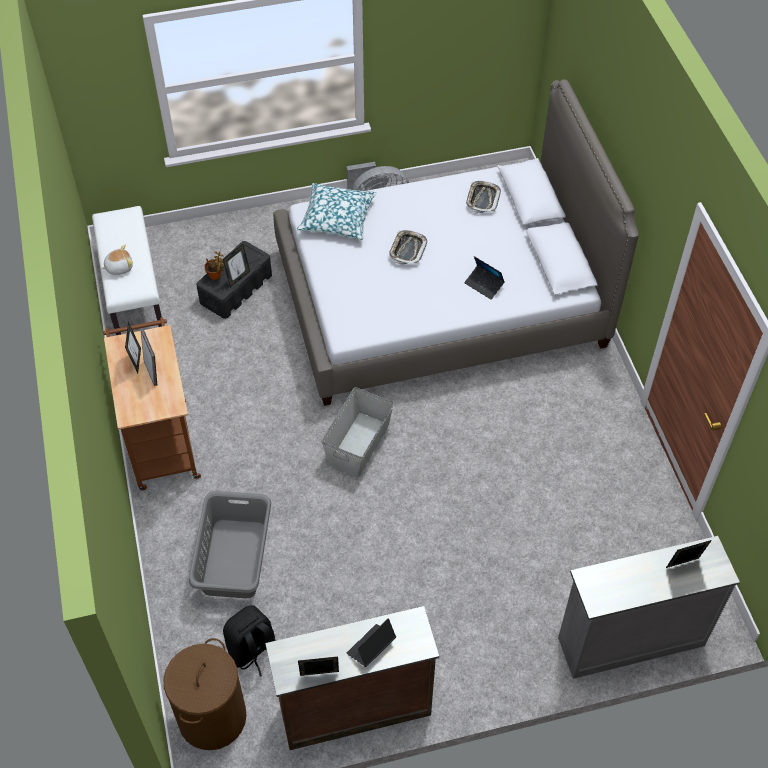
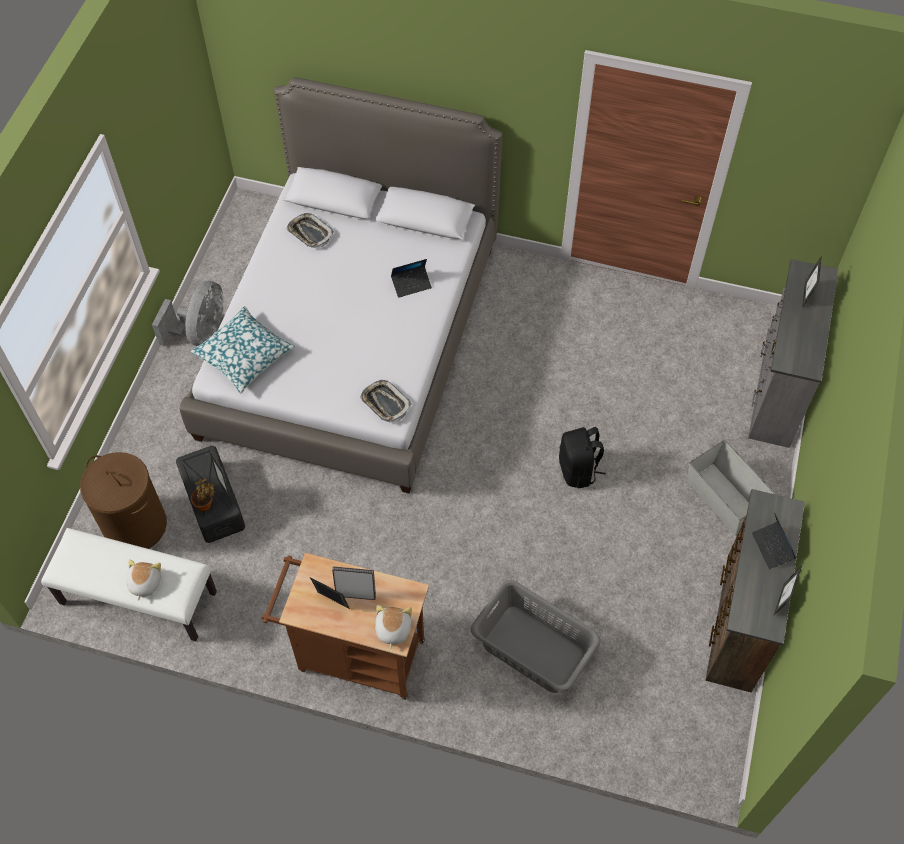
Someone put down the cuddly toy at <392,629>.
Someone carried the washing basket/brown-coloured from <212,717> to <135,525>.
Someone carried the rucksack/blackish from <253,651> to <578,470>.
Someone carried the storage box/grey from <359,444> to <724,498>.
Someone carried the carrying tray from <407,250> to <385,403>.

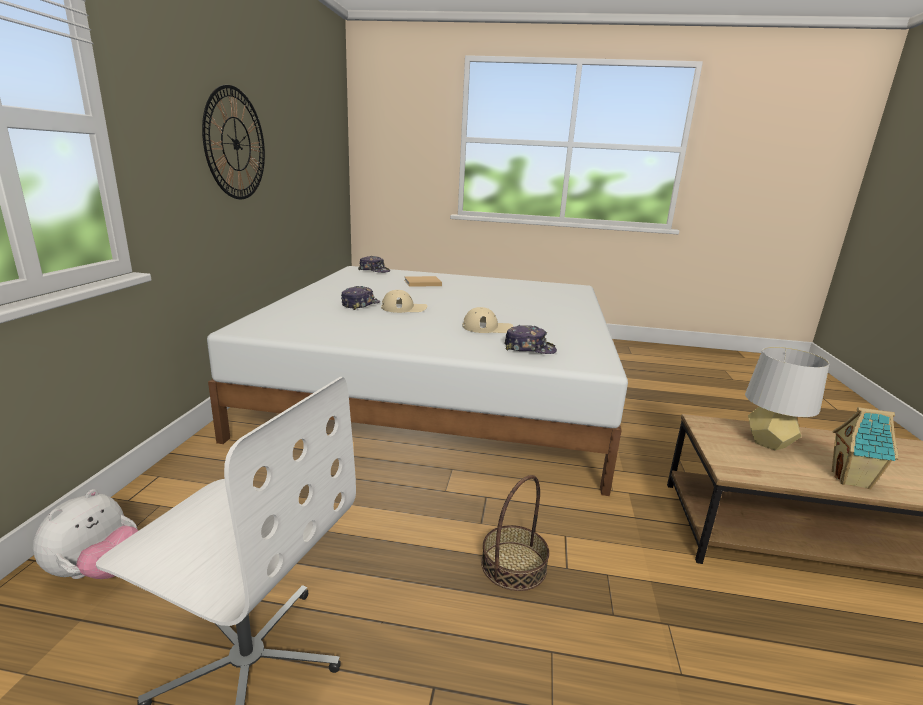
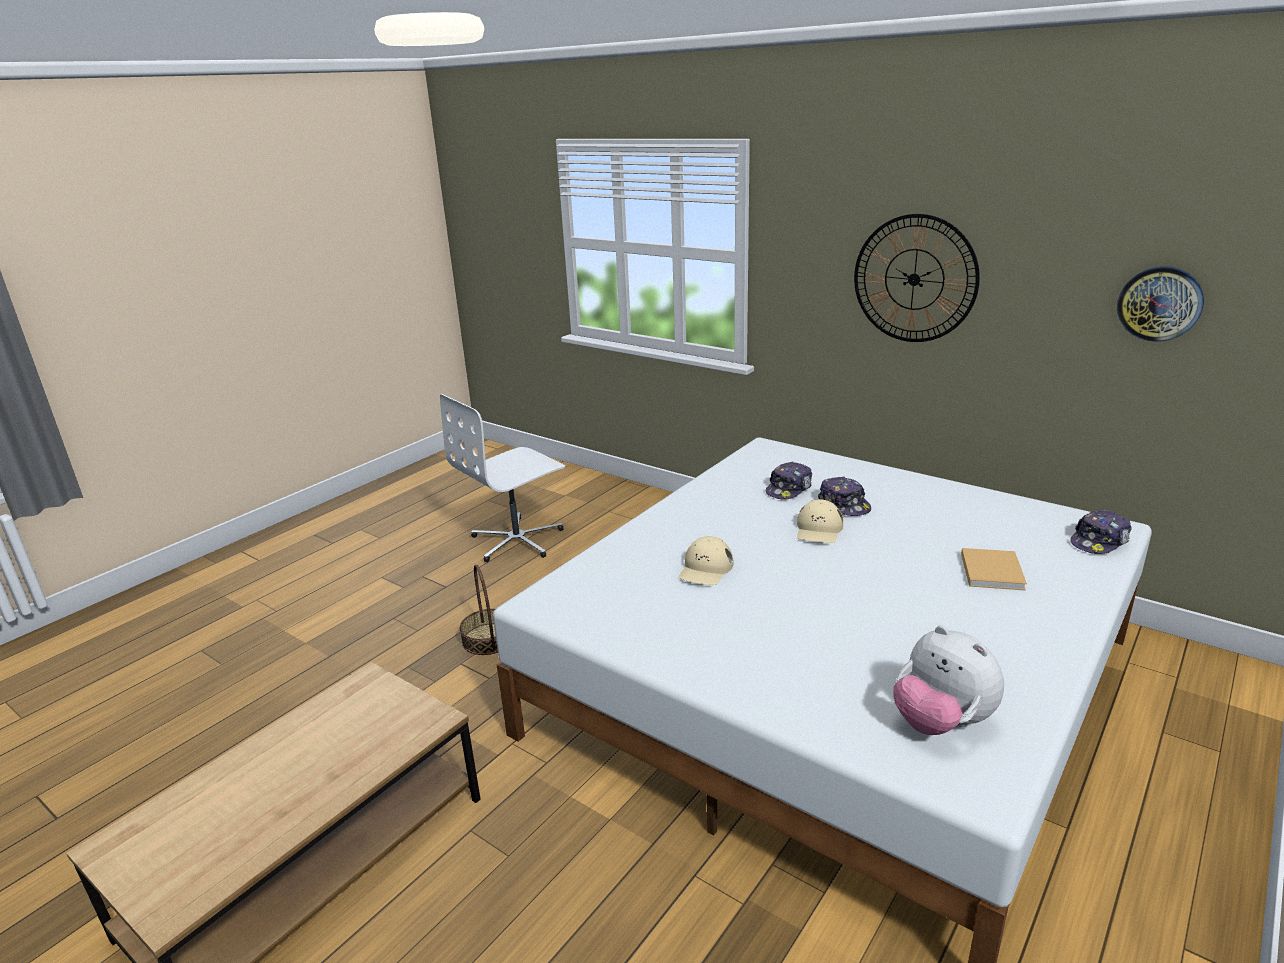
Someone took away the lamp for a table/grey at <769,443>.
Someone took away the model house at <852,480>.
Someone put up the wall clock at <1159,303>.
Someone carried the cuddly toy from <98,571> to <941,722>.
Someone carried the peaked cap from <529,348> to <789,489>.

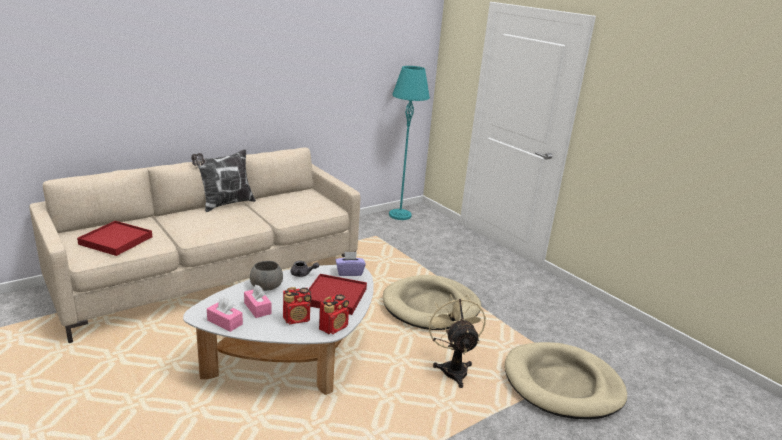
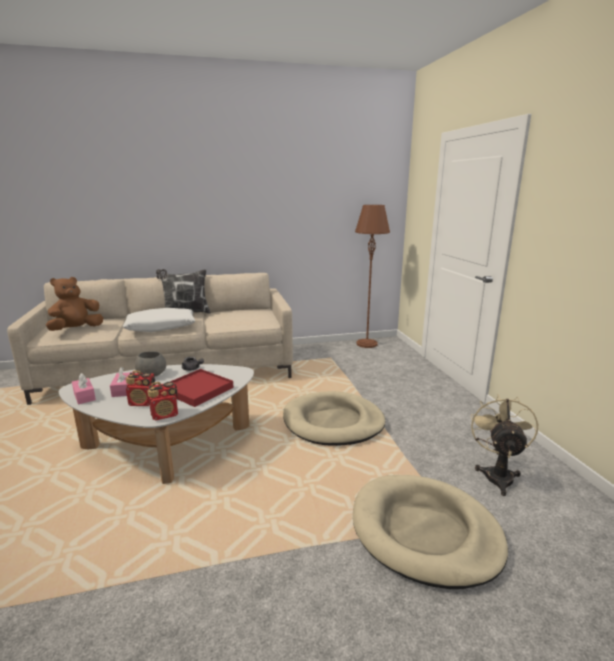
Someone took away the box of tissues/purple-coloured at <349,272>.
Someone put down the throw pillow/white at <161,327>.
Someone carried the fan/beige-coloured from <453,368> to <497,474>.
Someone swapped the carrying tray/reddish at <116,240> for the cuddly toy/brown-coloured at <76,329>.
Someone repainted the floor lamp/turquoise at <400,215>, which became the floor lamp/brown-coloured at <367,344>.

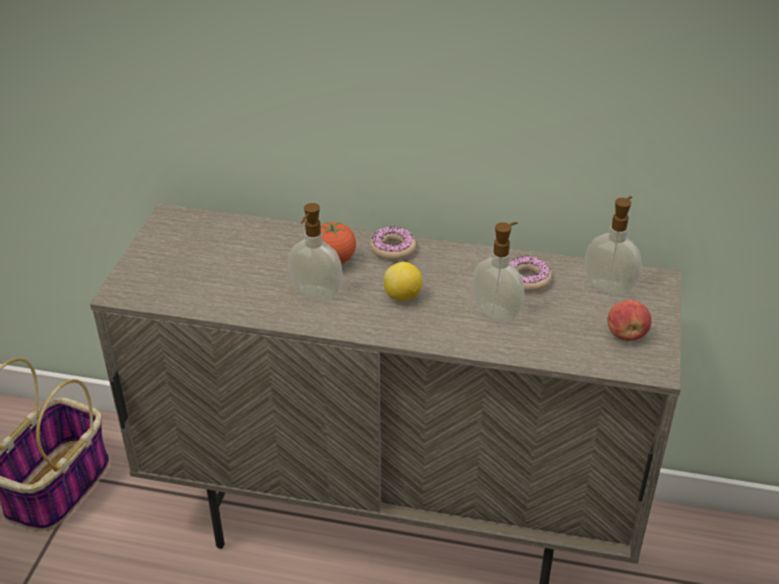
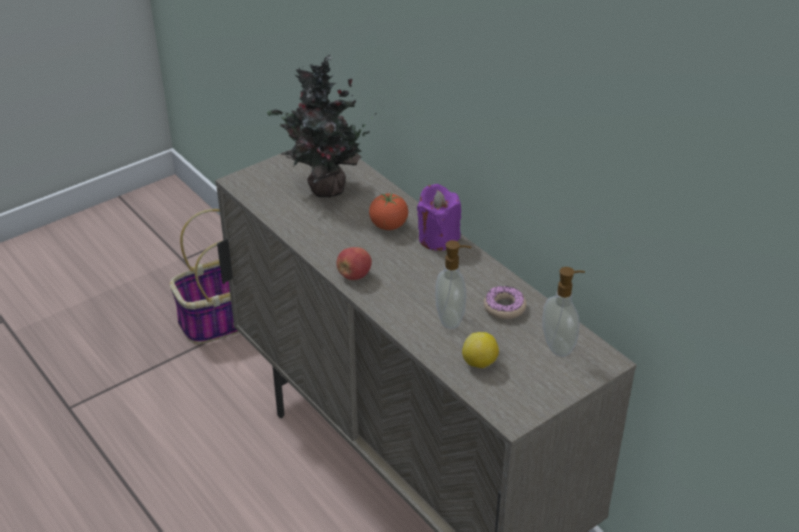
Someone took away the soap dispenser at <315,295>.
Someone put down the houseplant at <323,189>.
Someone carried the lemon from <403,296> to <480,363>.
Someone carried the apple fruit from <626,335> to <354,275>.
Someone swapped the ring doughnut at <393,249> for the wax candle/purple-coloured at <438,238>.

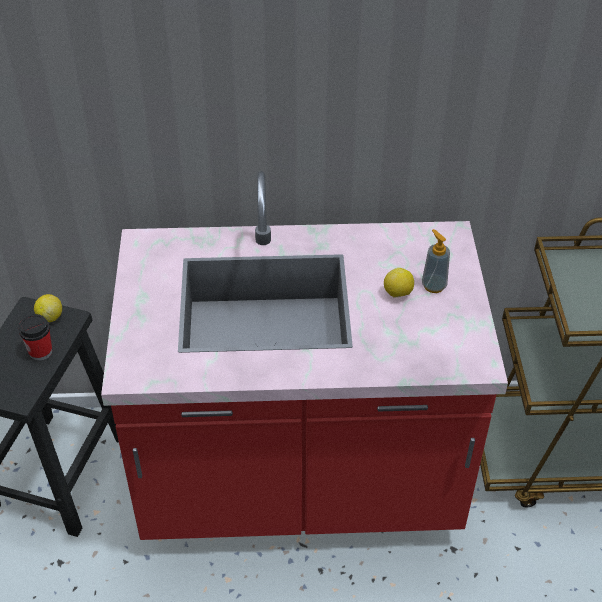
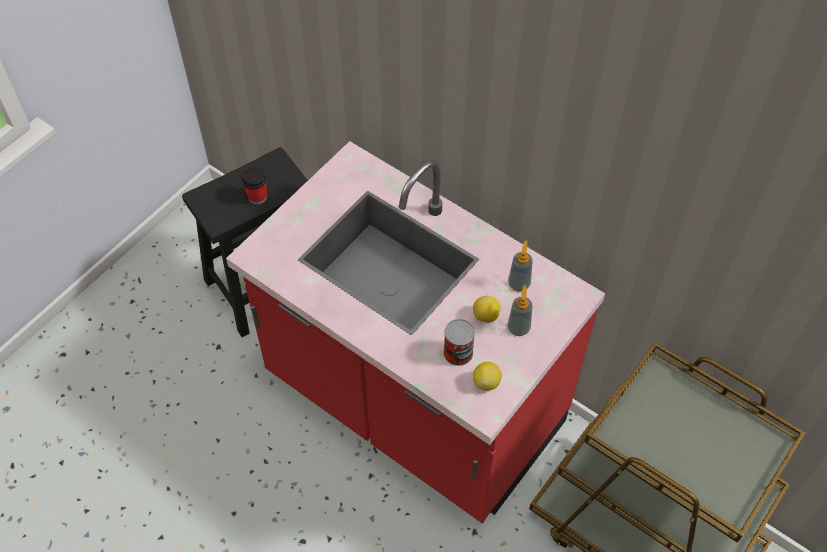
Someone put down the can at <458,352>.
Someone put down the soap dispenser at <519,283>.
Someone carried the lemon from <50,317> to <486,382>.

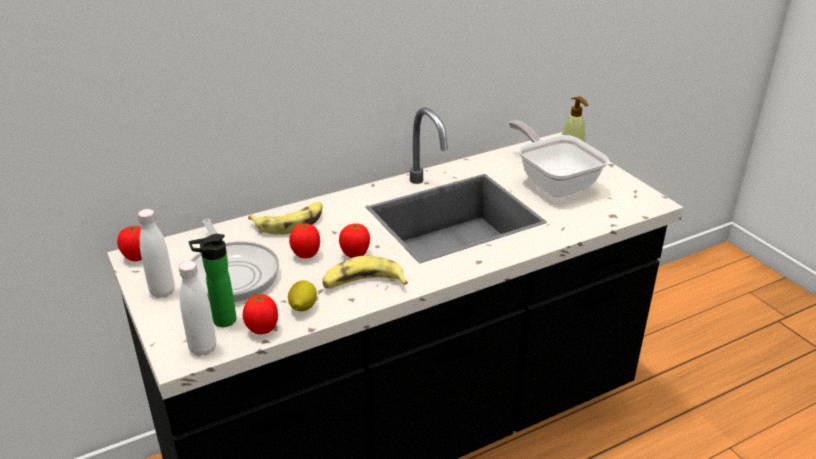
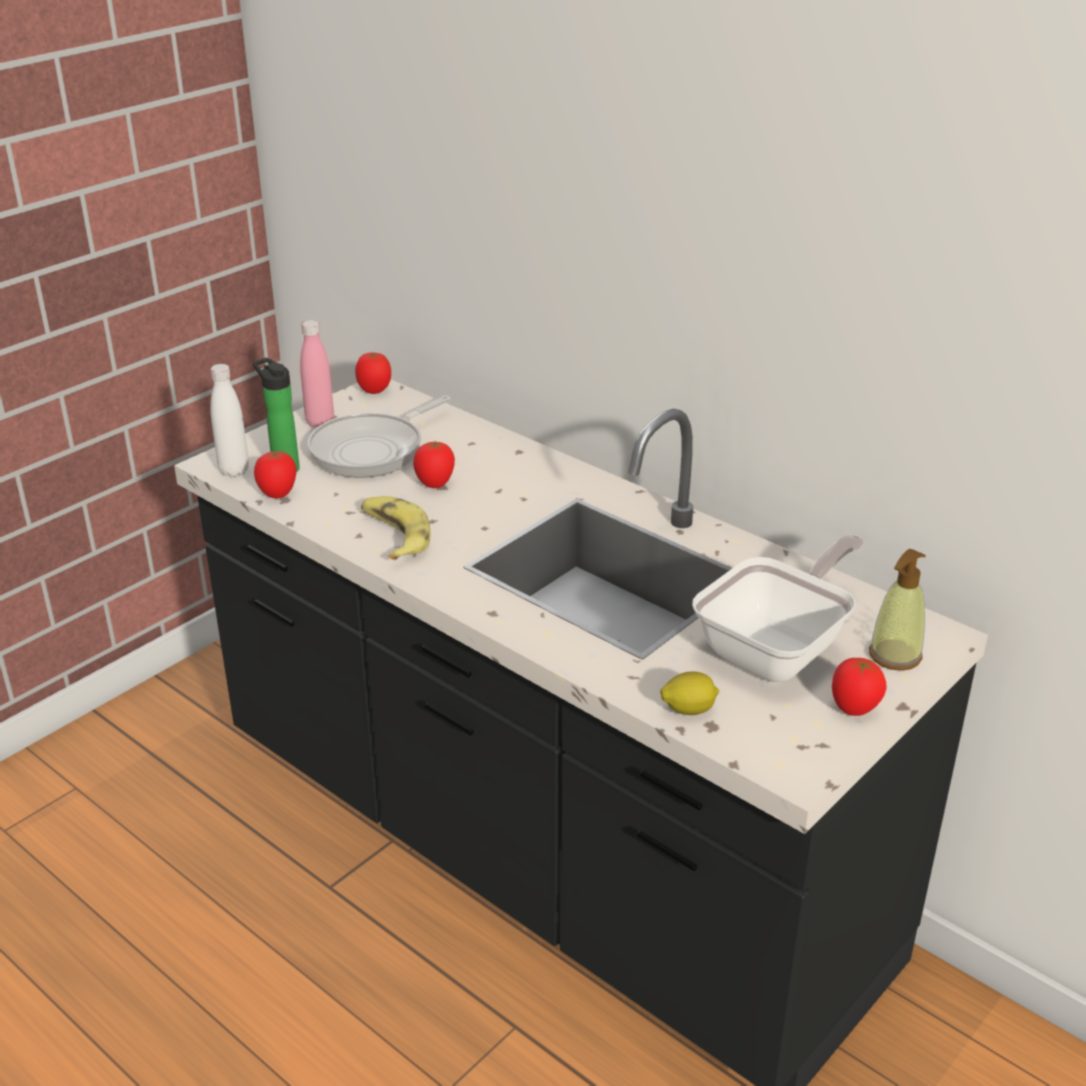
Someone took away the banana at <290,223>.
Someone carried the lemon from <302,307> to <688,710>.
Someone carried the tomato from <355,255> to <854,709>.
Someone repainted the bottle/white at <162,292>, which became the bottle/pink at <320,422>.

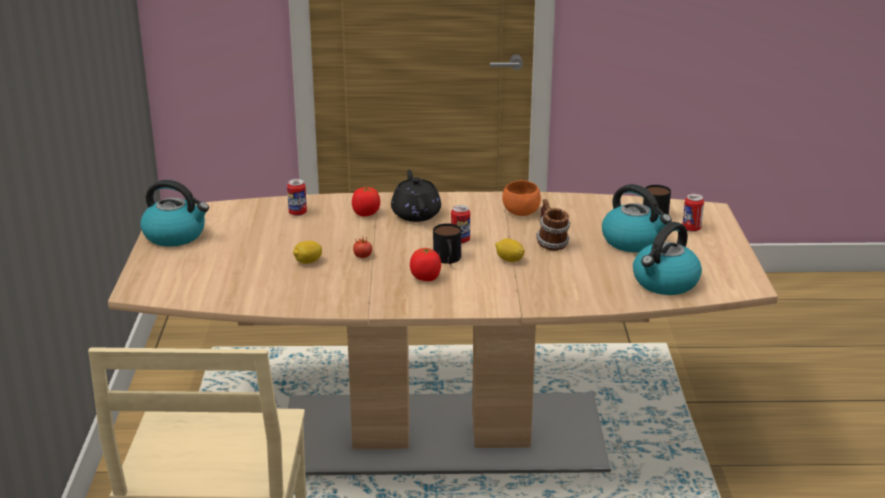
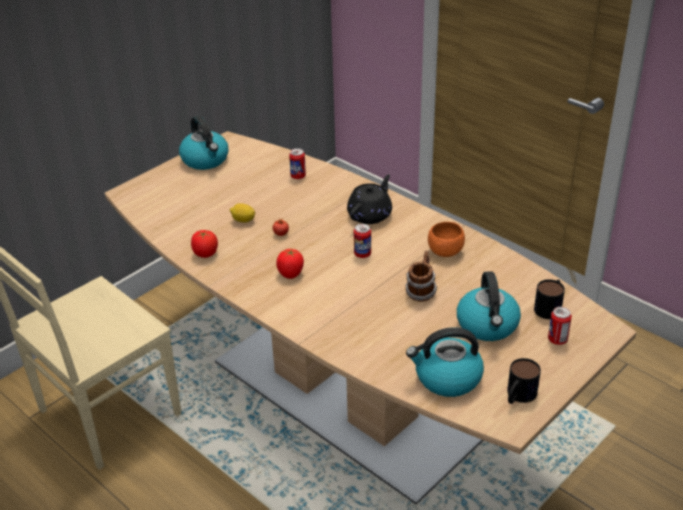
Someone took away the lemon at <509,260>.
Someone carried the tomato from <366,214> to <205,254>.
Someone carried the mug from <448,260> to <518,396>.

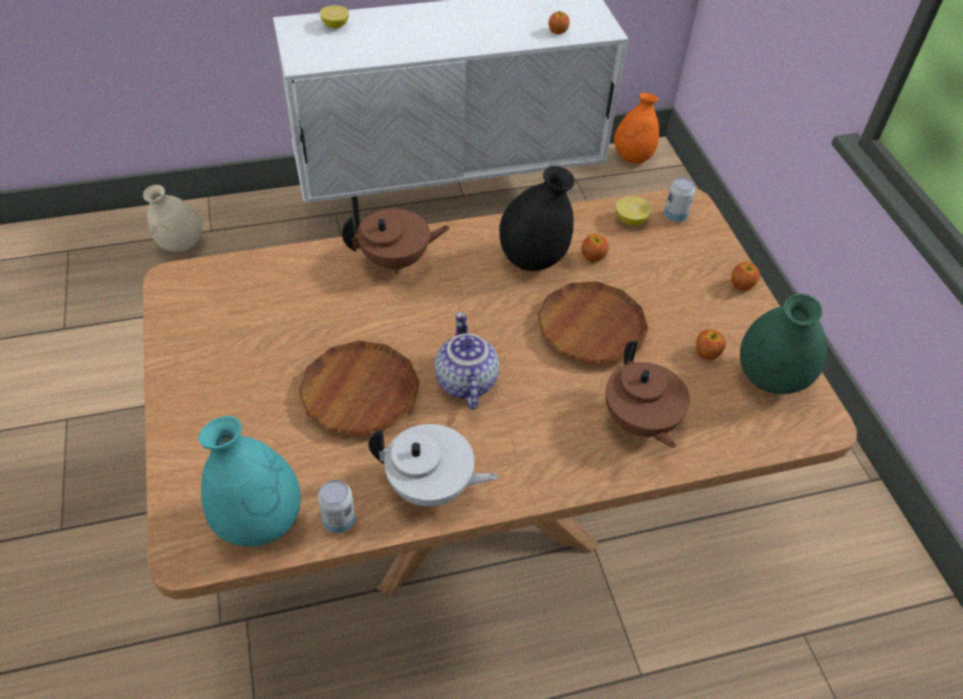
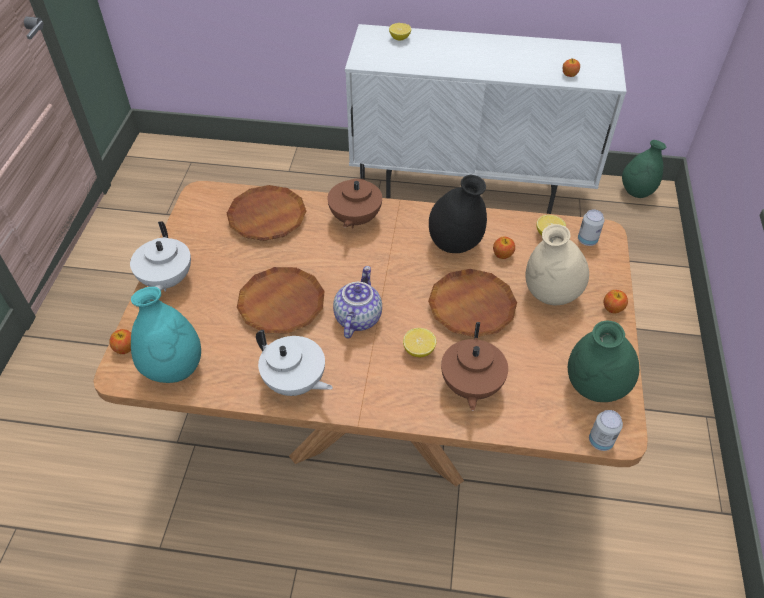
Someone put down the tea pot/white at <166,280>.
Someone put down the plate/brown-coloured at <267,217>.
Someone put down the lemon at <419,350>.
Someone carried the decorative vase/beige-coloured from <181,245> to <550,295>.
Someone carried the can from <339,521> to <600,441>.
Someone carried the apple fruit from <707,353> to <125,348>.
Someone repainted the decorative vase/orange at <632,157>, which became the decorative vase/greenish at <636,192>.
Someone rotated the tea pot/brown-coloured at <396,260> by 90 degrees clockwise.

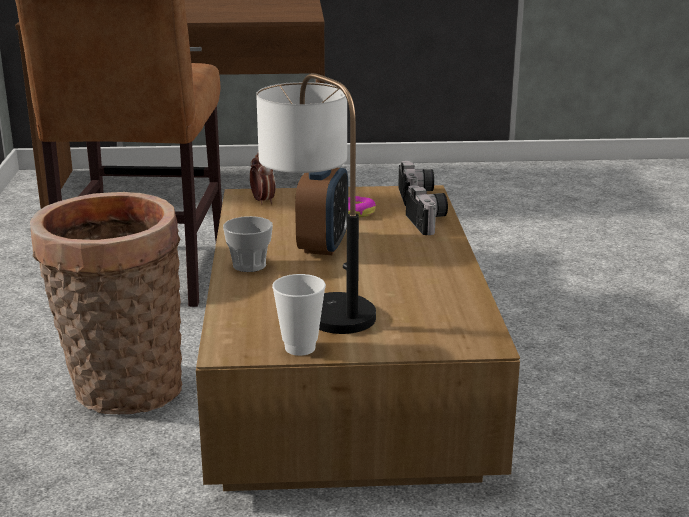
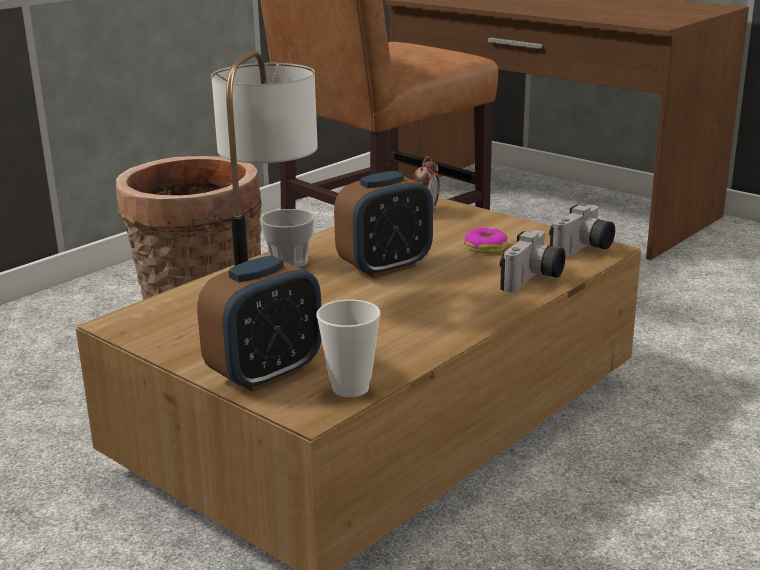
Someone put down the bedside clock at <265,374>.
Someone carried the drinking cup from <300,348> to <350,388>.

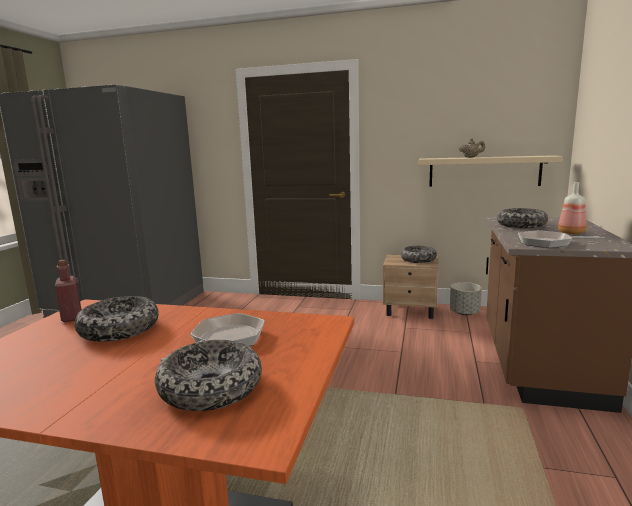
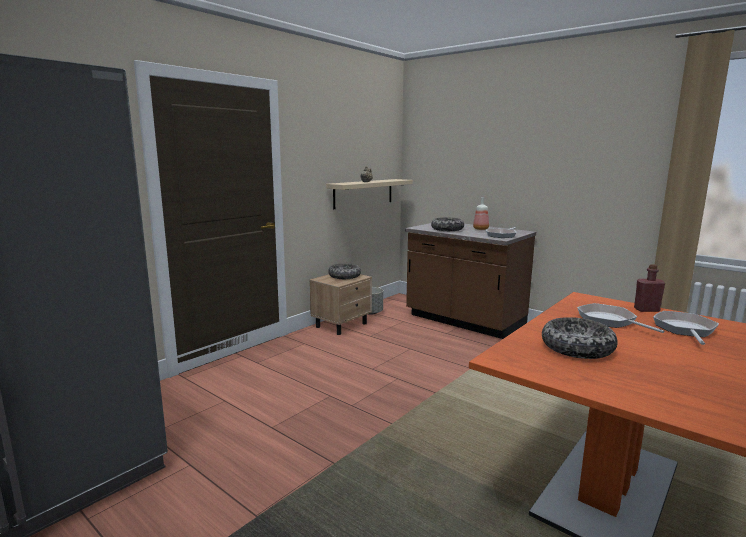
Someone carried the bottle/reddish from <72,317> to <646,310>.
Someone swapped the bowl at <211,388> for the frying pan at <685,330>.

